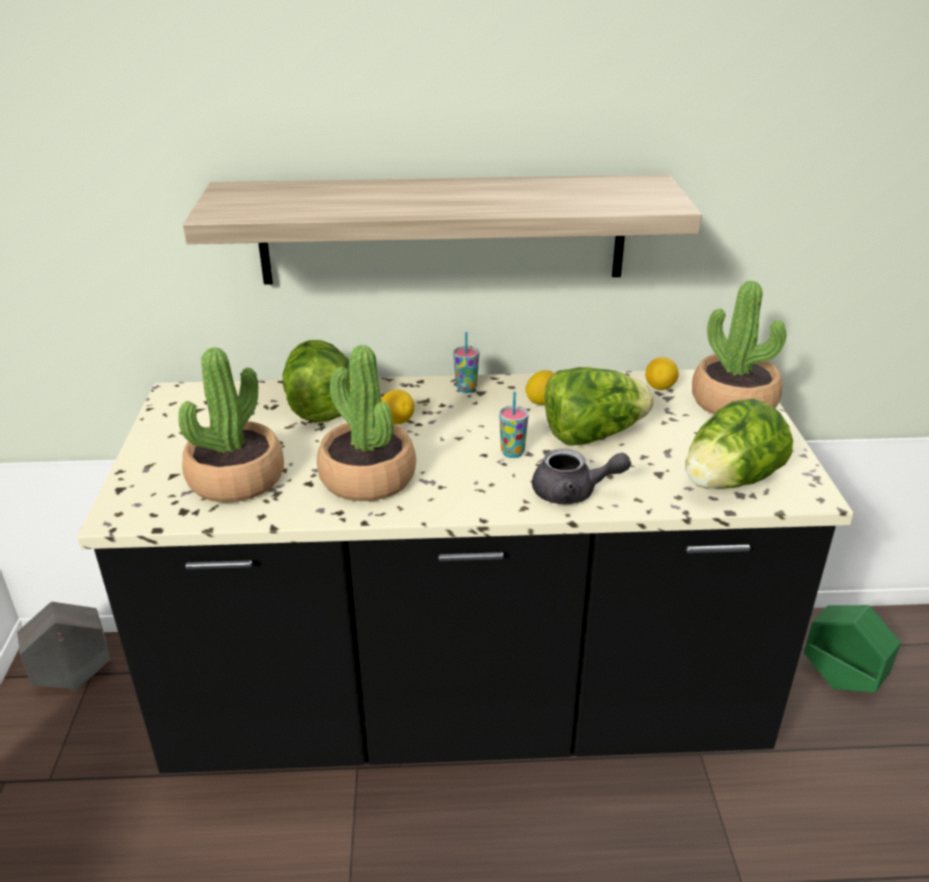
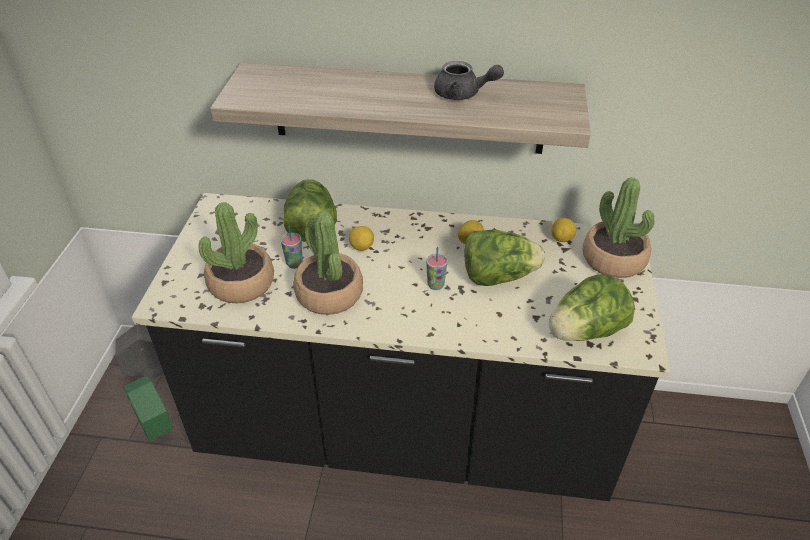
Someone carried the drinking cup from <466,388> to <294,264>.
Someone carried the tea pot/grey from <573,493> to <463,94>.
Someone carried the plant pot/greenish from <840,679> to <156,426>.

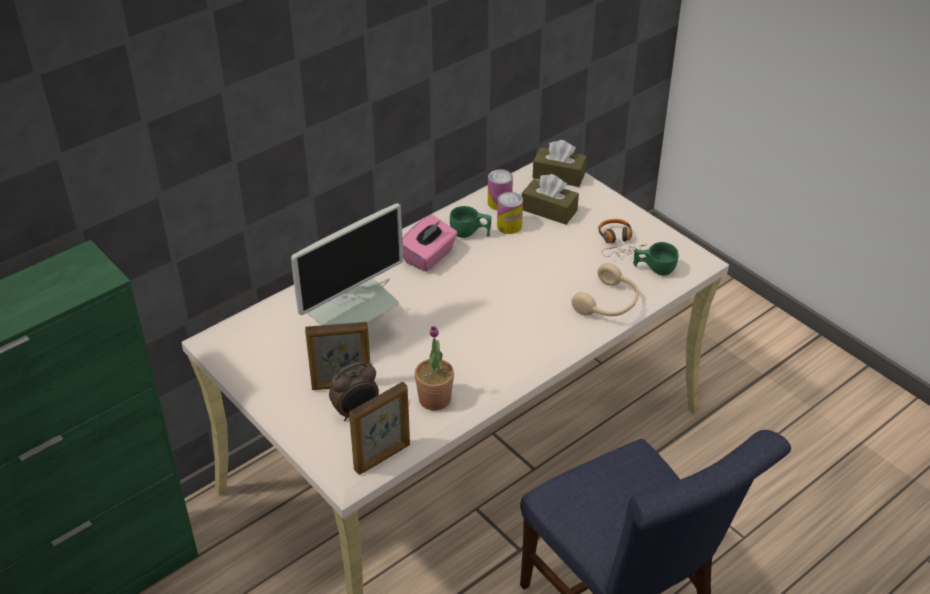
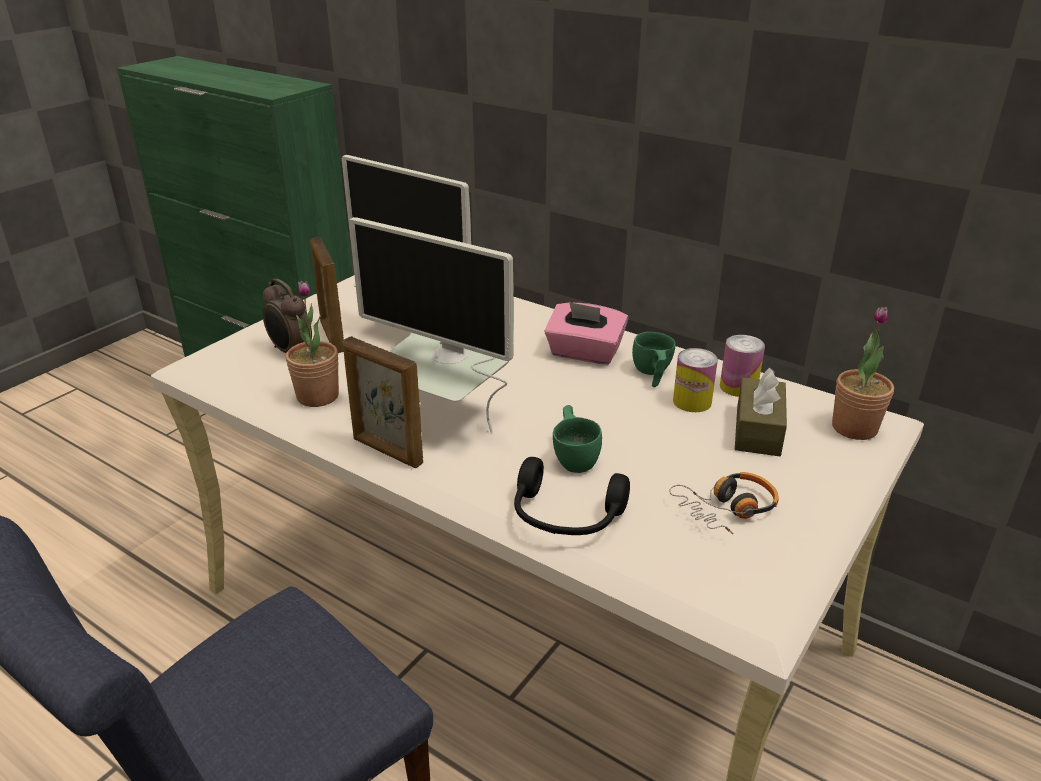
Someone put down the computer screen at <444,416>.
Someone carried the photo frame from <383,457> to <387,451>.
Someone carried the drinking cup/greenish from <654,268> to <575,456>.
Someone swapped the box of tissues/brown-coloured at <559,175> for the houseplant at <854,428>.
Someone repainted the headset/beige-coloured at <608,303>, which became the headset/blackish at <565,517>.

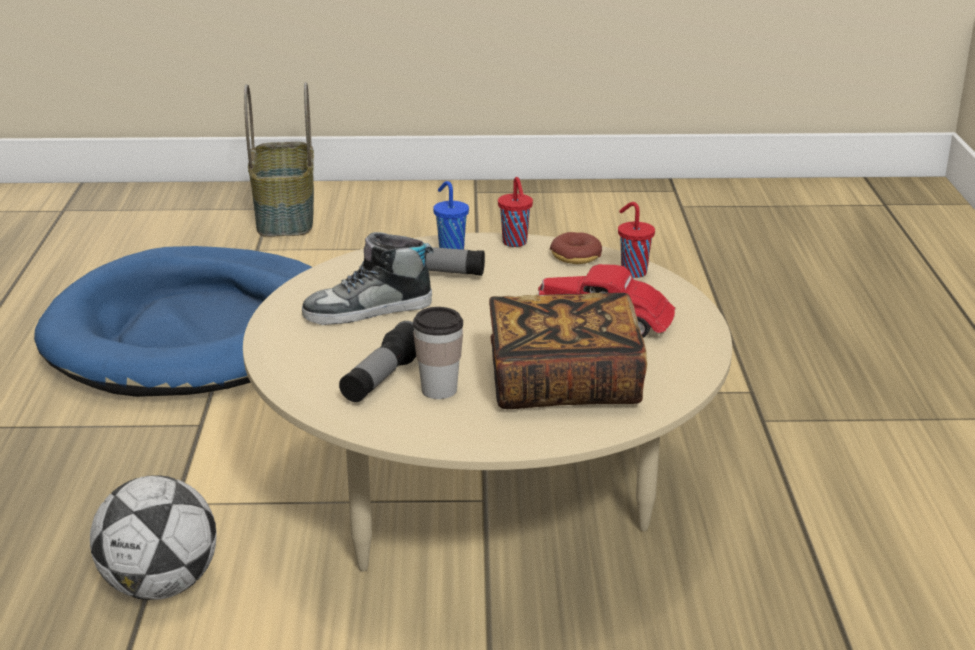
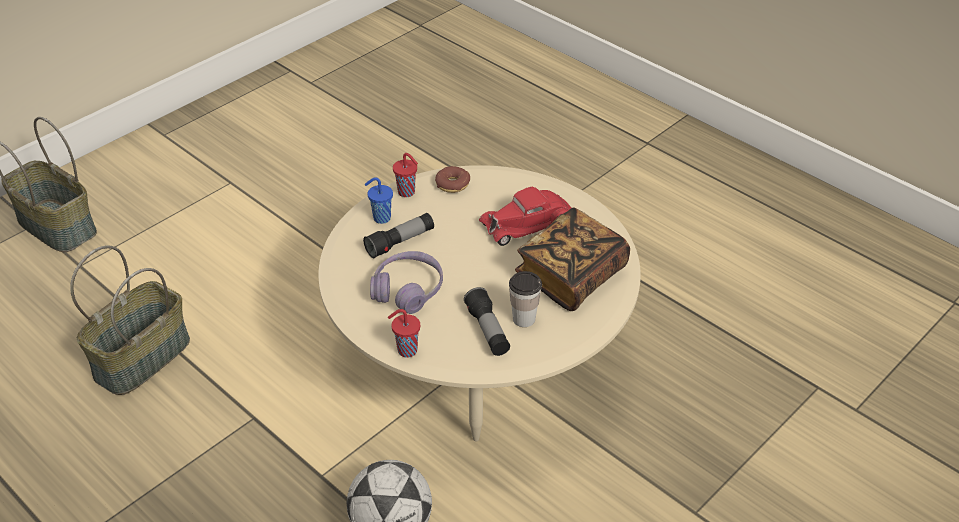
Someone carried the drinking cup/reddish from <632,272> to <406,350>.
Someone swapped the pet bed/blue at <193,332> for the storage basket at <142,357>.
Someone swapped the low shoe at <368,310> for the headset/purple-coloured at <408,290>.

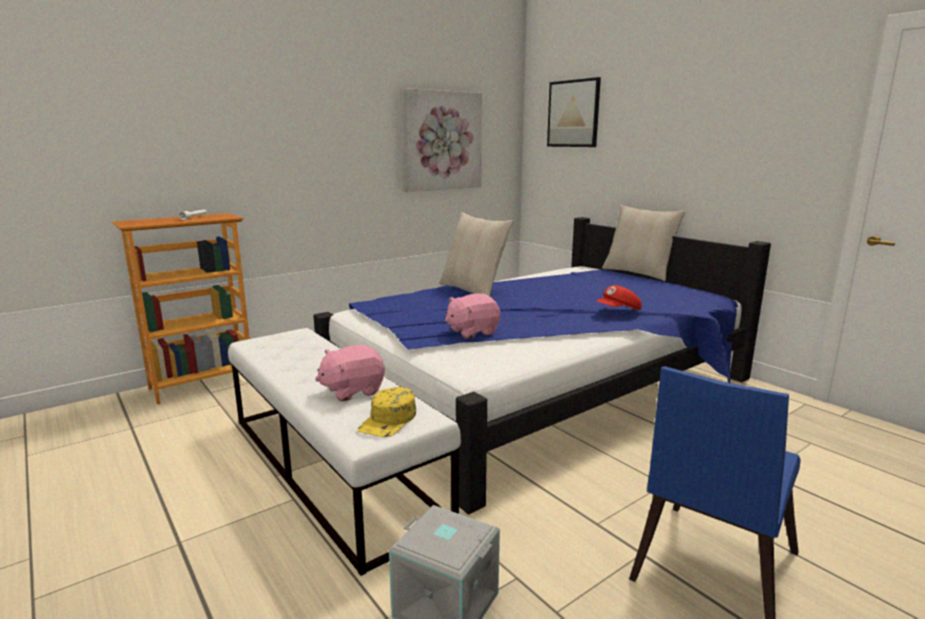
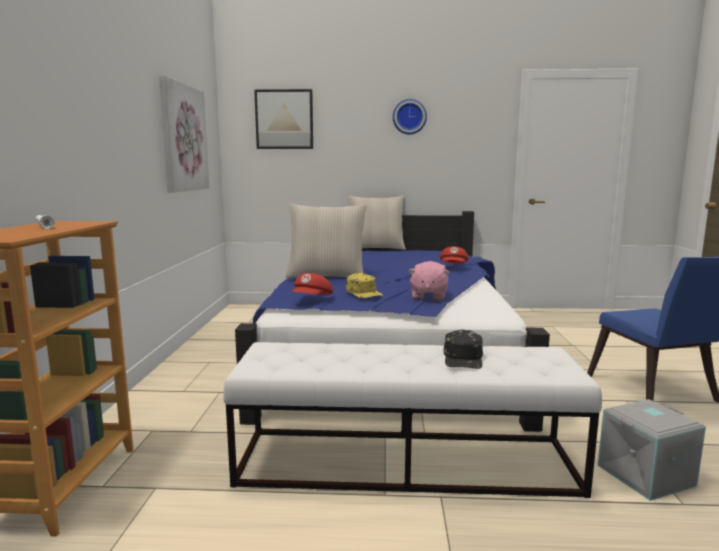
Someone put down the peaked cap/reddish at <312,299>.
Someone put up the wall clock at <409,117>.
Someone carried the peaked cap/yellow from <389,420> to <364,293>.
Someone swapped the cuddly toy/pink at <352,390> for the peaked cap/blackish at <463,358>.

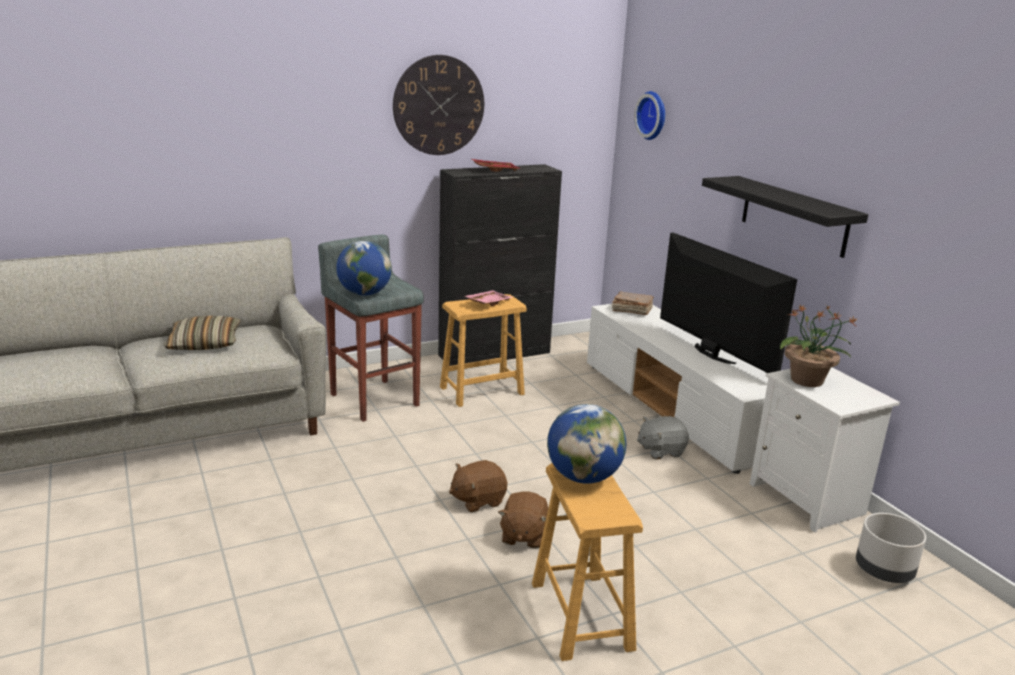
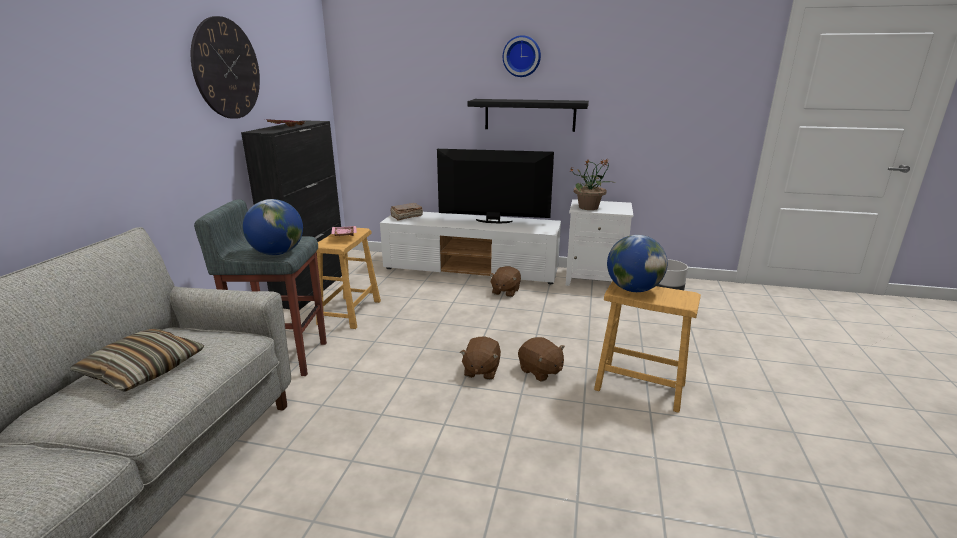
Someone carried the wall clock from <653,115> to <522,56>.
Someone repainted the cuddly toy/grey at <660,450>, which became the cuddly toy/brown-coloured at <505,291>.

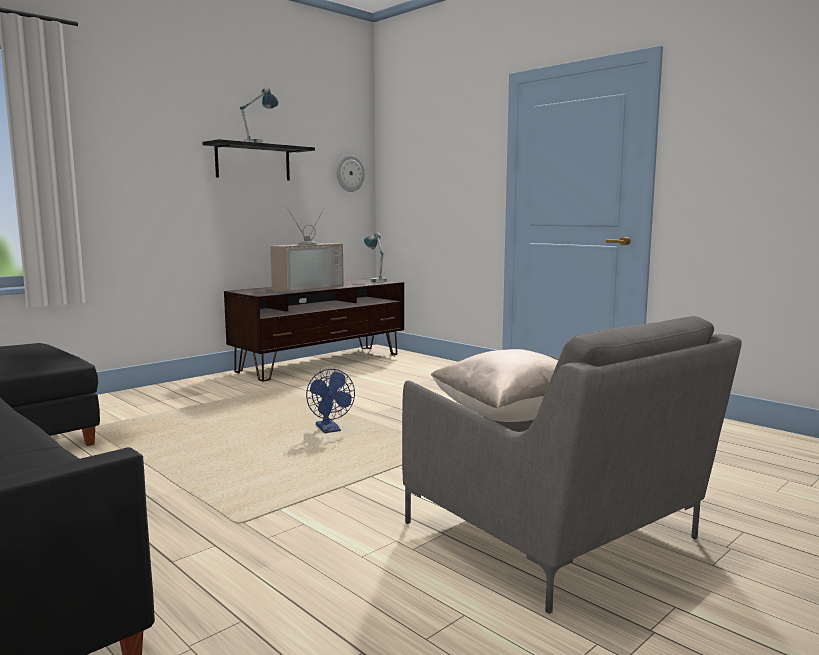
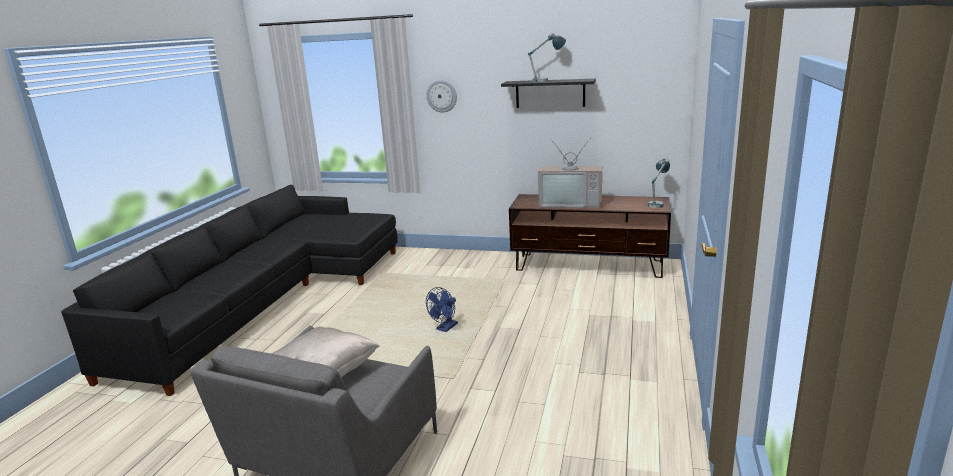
Someone carried the wall clock from <349,173> to <441,96>.

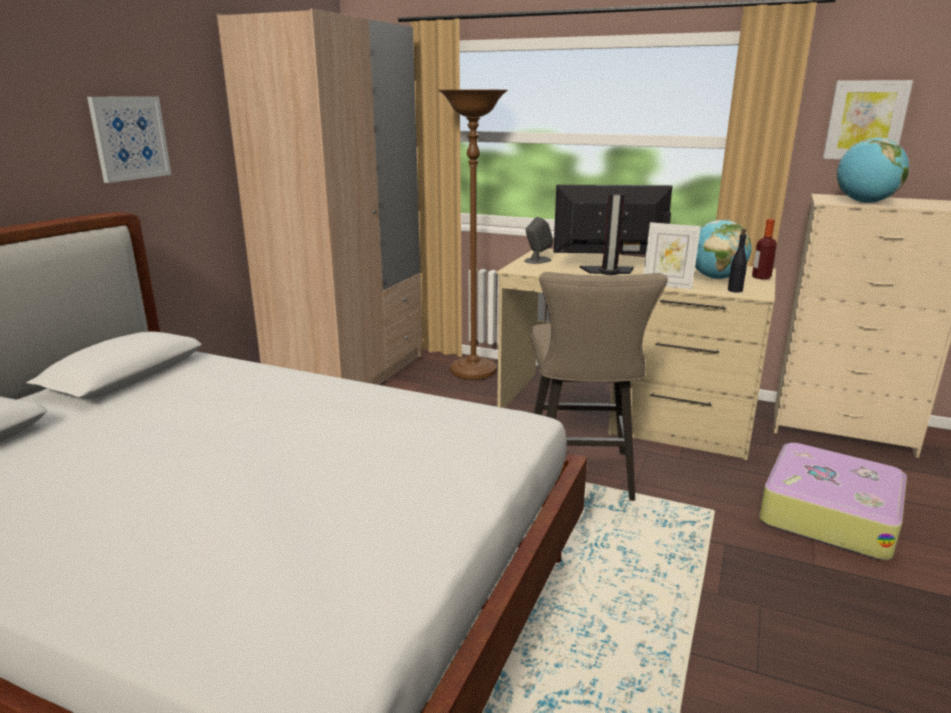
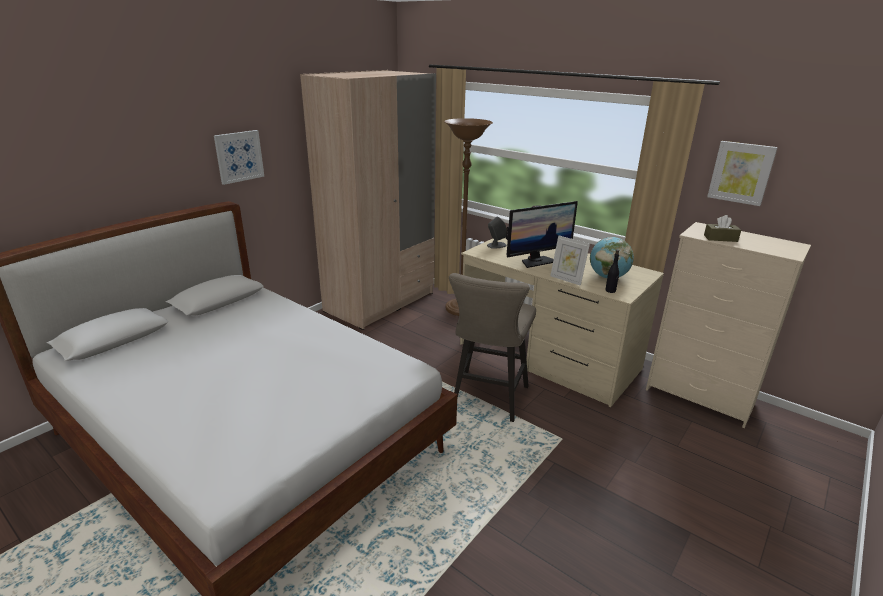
Someone took away the bottle at <761,277>.
Someone took away the travel case at <827,514>.
Someone swapped the globe at <865,202> for the box of tissues/brown-coloured at <720,238>.
Someone rotated the computer screen at <608,271> by 135 degrees clockwise.

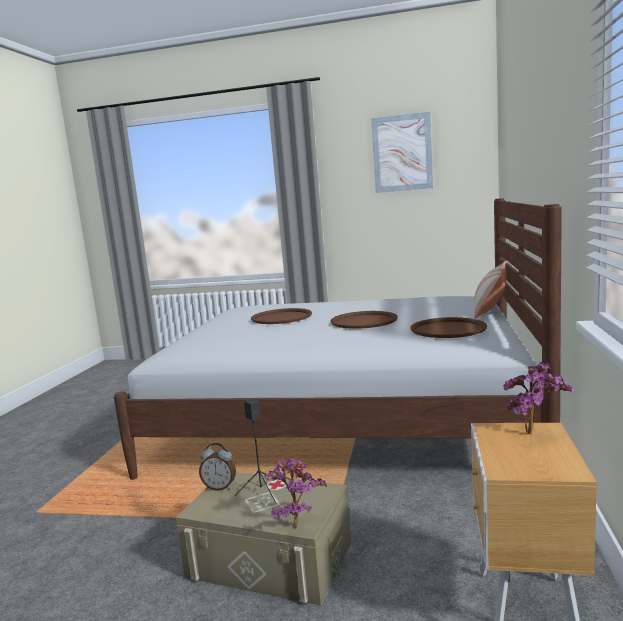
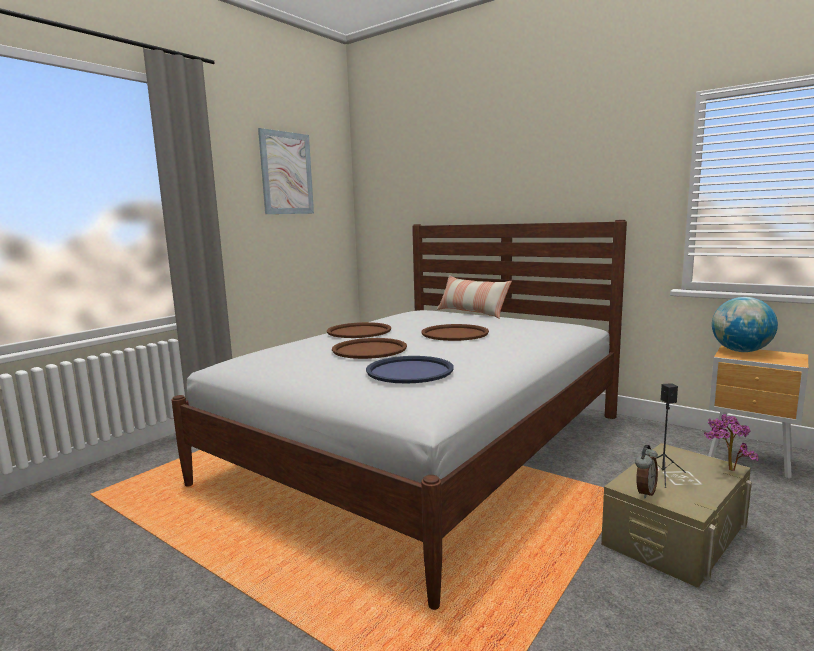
Someone put down the carrying tray/blue at <409,371>.
Someone carried the carrying tray/brown-coloured from <448,329> to <359,331>.
Someone swapped the houseplant at <534,435> for the globe at <740,351>.

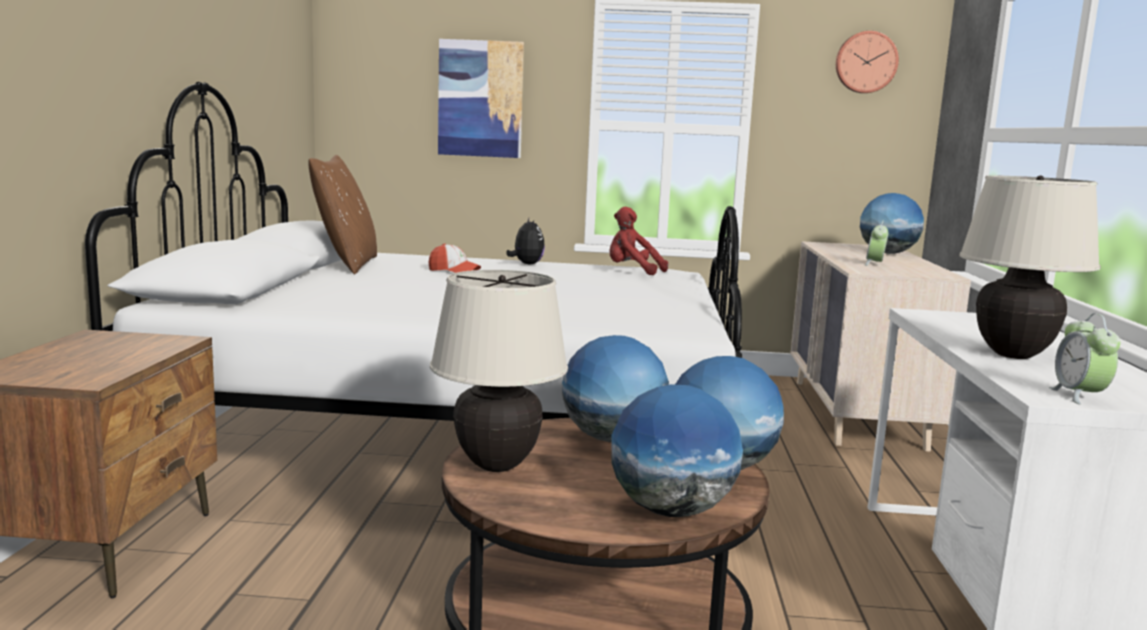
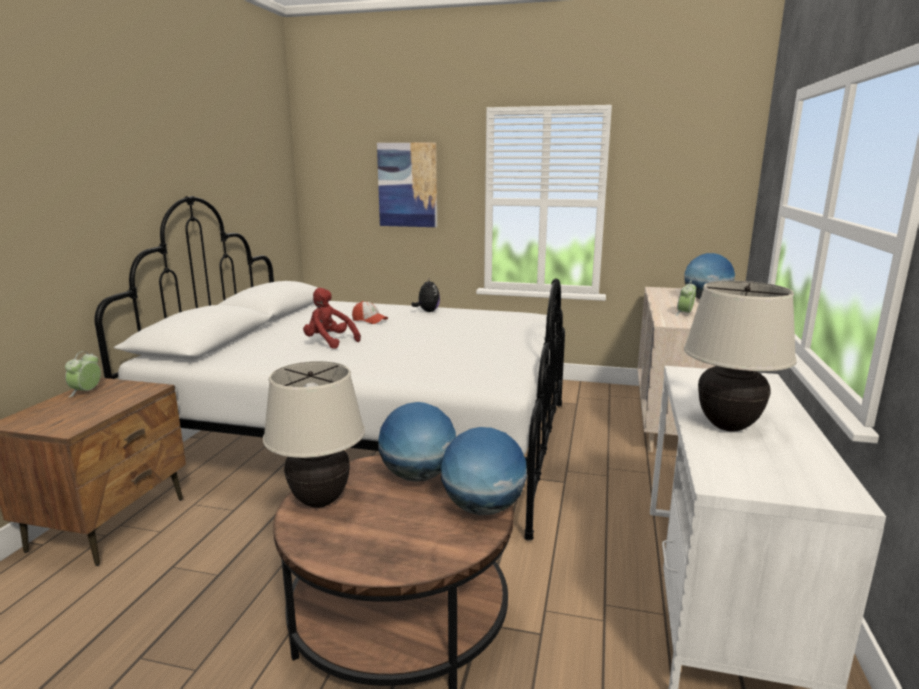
Someone took away the throw pillow/brown-coloured at <346,264>.
Someone took away the globe at <672,511>.
Someone took away the wall clock at <865,62>.
Someone carried the cuddly toy/reddish from <632,271> to <329,342>.
Someone carried the bedside clock from <1079,396> to <86,392>.

